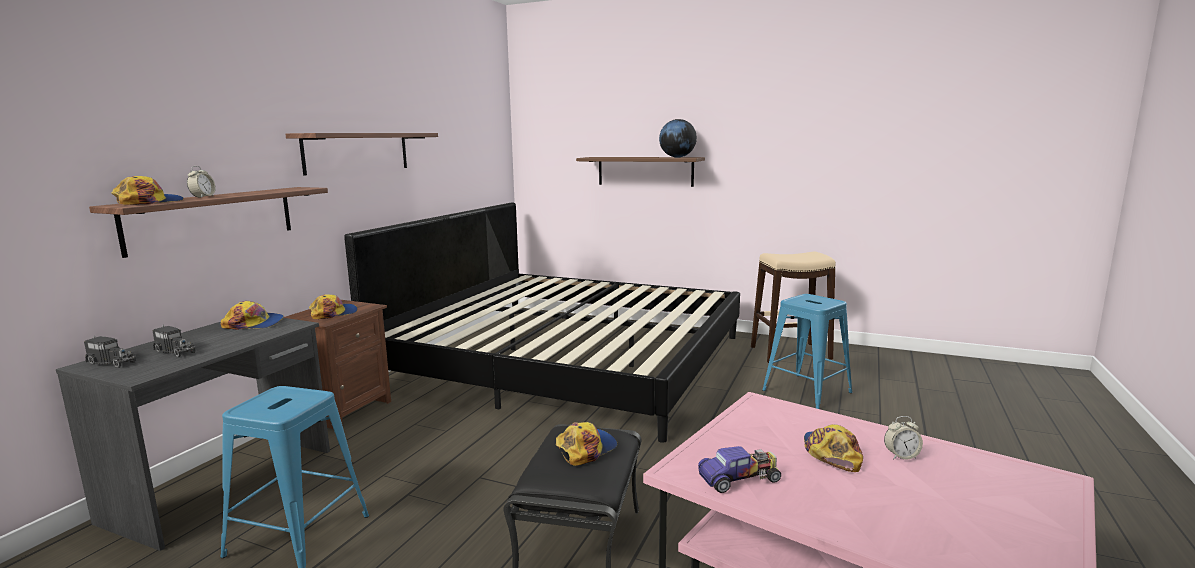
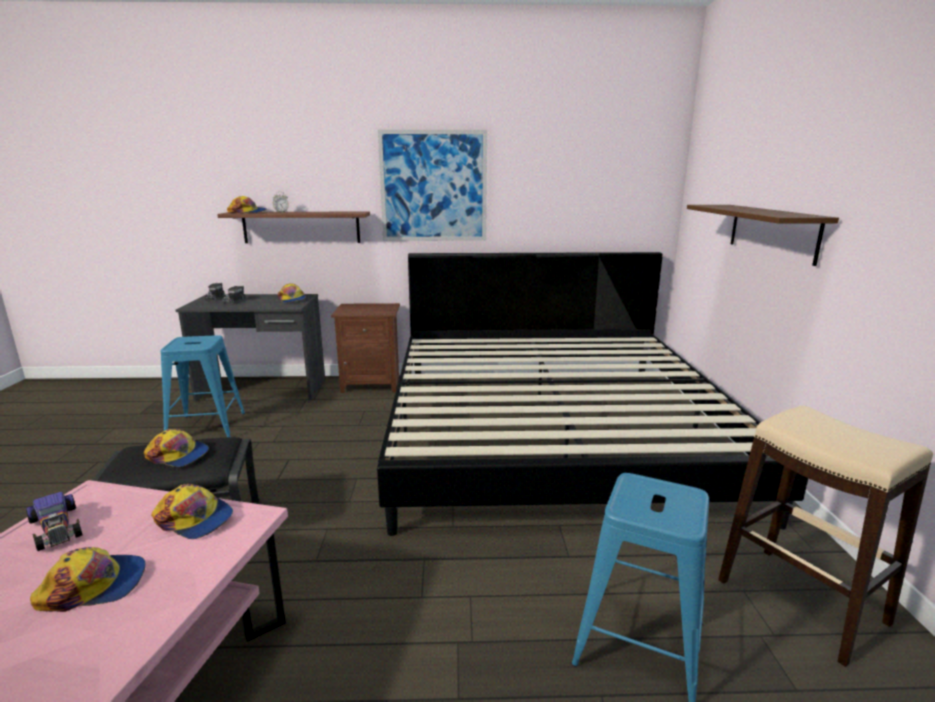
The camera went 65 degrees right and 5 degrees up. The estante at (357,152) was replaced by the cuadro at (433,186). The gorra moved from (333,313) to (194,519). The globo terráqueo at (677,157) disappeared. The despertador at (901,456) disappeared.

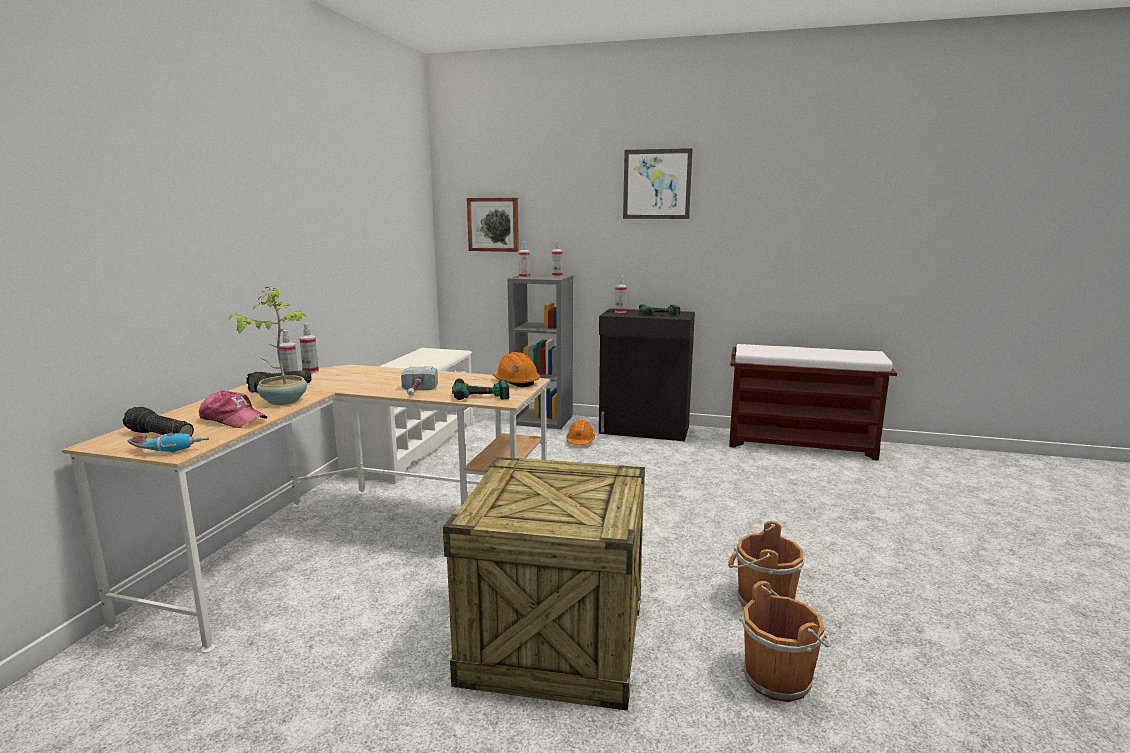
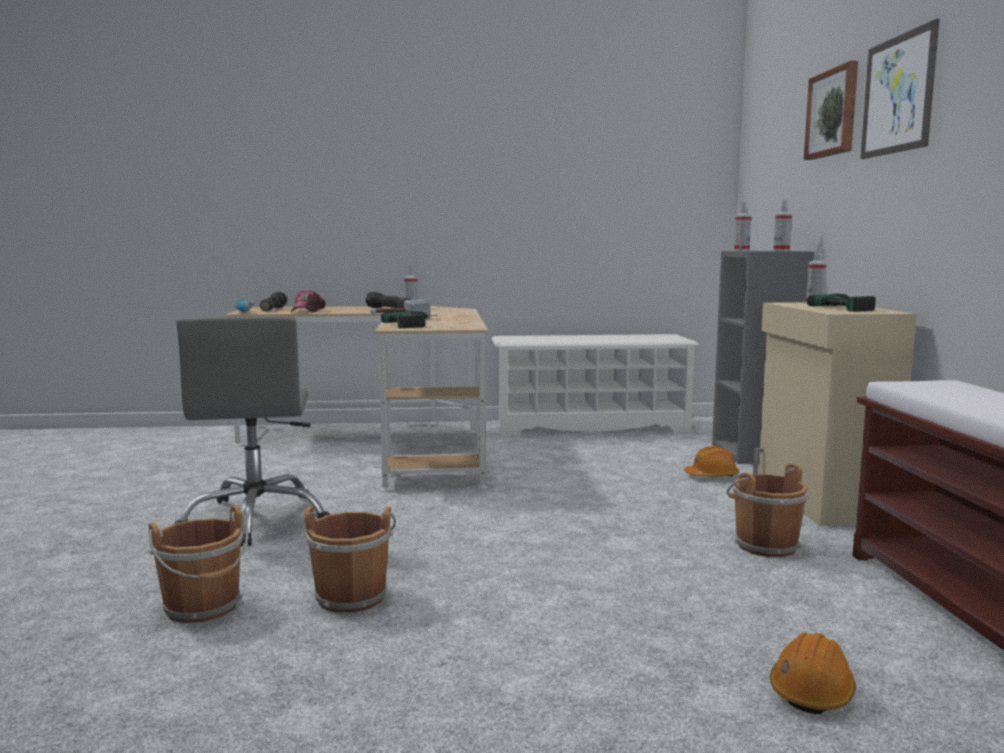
The camera went 70 degrees right and 5 degrees down. The planta en maceta at (283,401) disappeared. The pulverizador at (310,371) disappeared. The caja de embalaje at (556,641) was replaced by the silla de oficina [gris] at (257,518). The cuadro moved from (493,224) to (833,113). The casco [naranja] moved from (516,382) to (812,691). The armario [negro] at (644,430) became the armario [beis] at (819,500). The cubo [marrón] at (763,545) appeared.

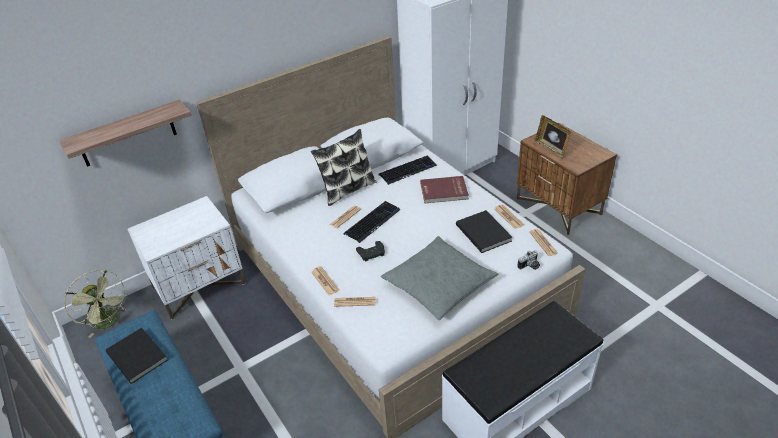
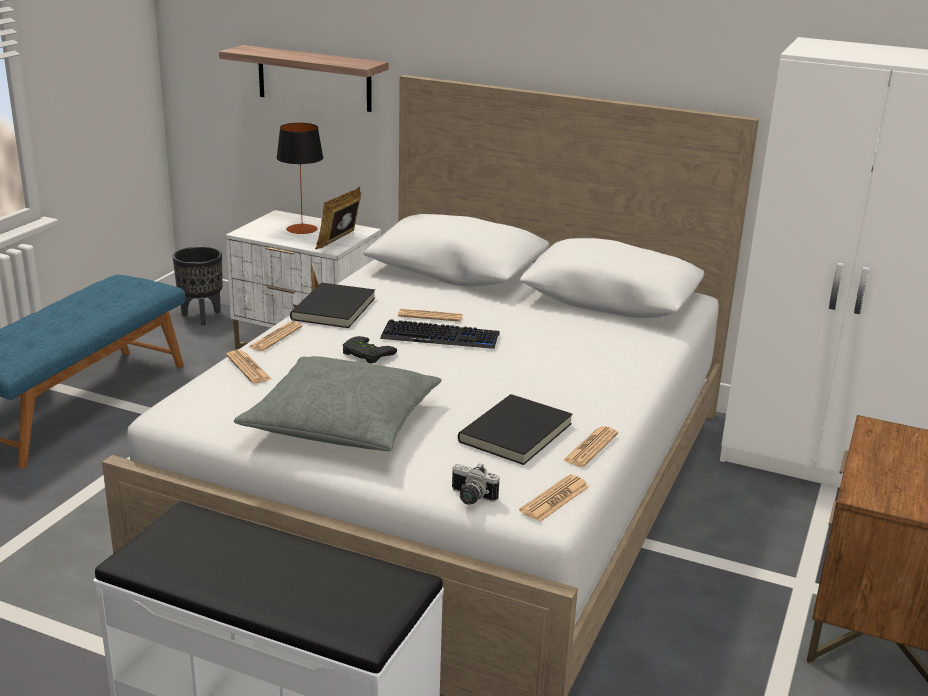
The camera went 55 degrees right and 15 degrees down. The ventilador [verde] at (109,322) was replaced by the maceta [negro] at (202,317). The libro [negro] moved from (138,356) to (335,309). The cojín at (347,189) disappeared. The teclado at (407,170) disappeared. The libro [rojo] at (444,191) disappeared. The portarretratos moved from (551,149) to (340,242). The lámpara de mesa at (302,229) appeared.

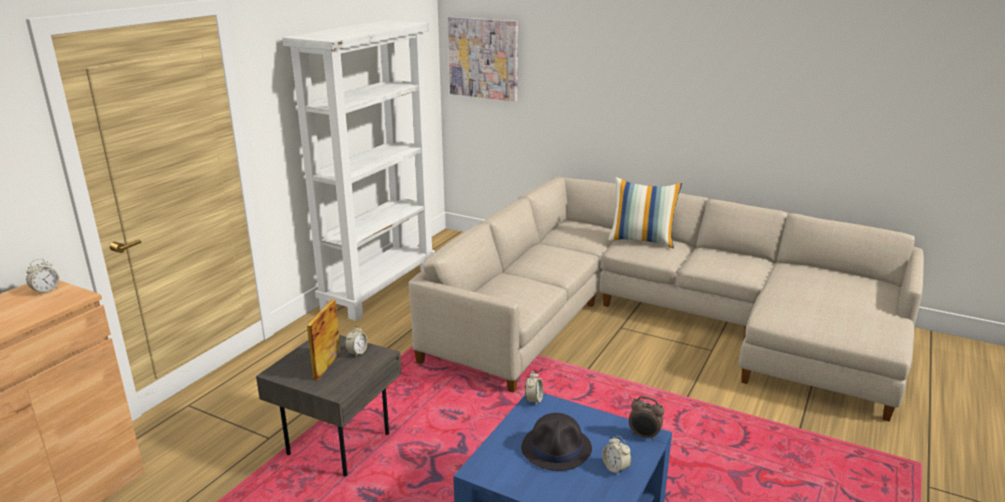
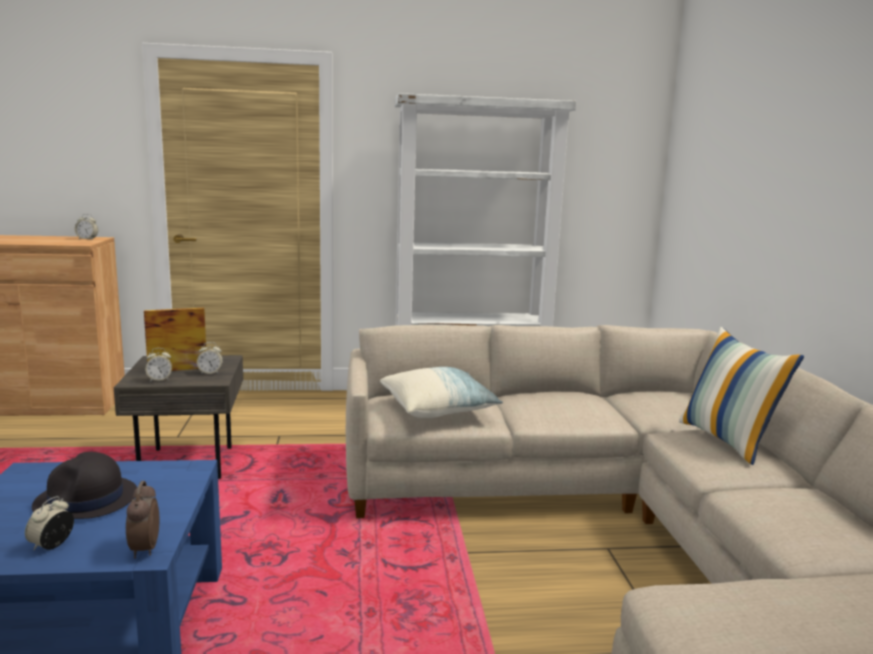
The camera went 55 degrees right and 10 degrees down. The cuadro at (483,58) disappeared. The despertador moved from (534,400) to (159,380). The cojín at (439,409) appeared.

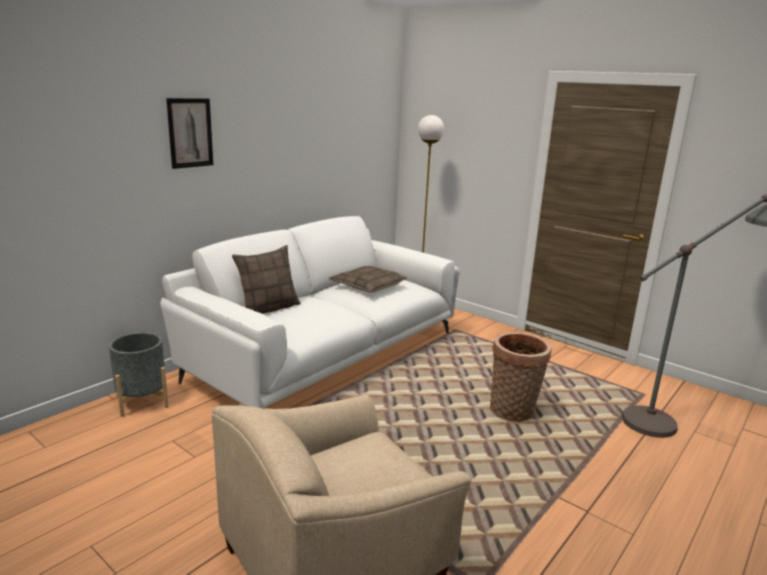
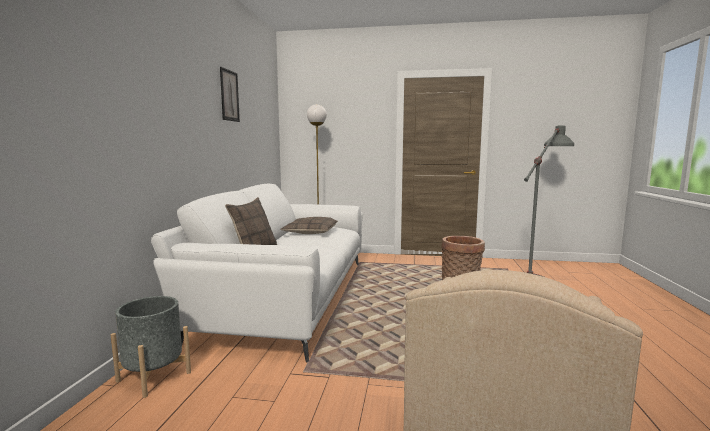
The camera went 30 degrees left and 10 degrees down. The cuadro moved from (190,133) to (229,95).

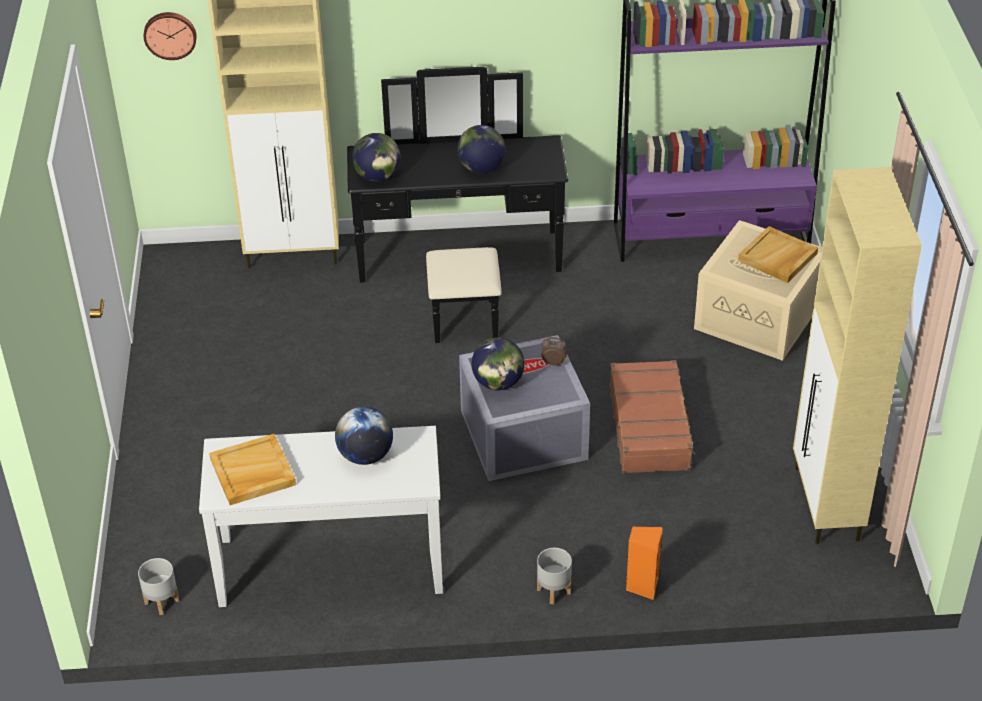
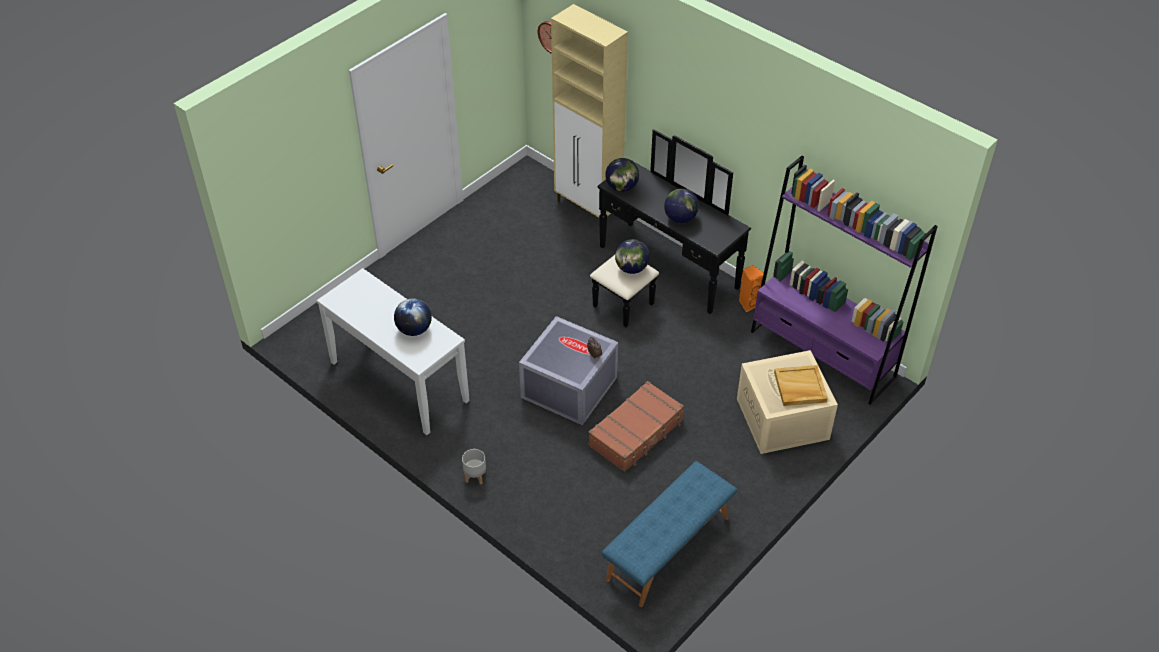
The camera went 45 degrees right and 5 degrees up. The maceta [gris] at (161,601) disappeared. The bandeja [beis] at (252,473) disappeared. The globo terráqueo moved from (498,383) to (631,268). The altavoz [naranja] moved from (642,585) to (749,303). The armario [beis] at (826,504) was replaced by the banco [azul] at (668,549).

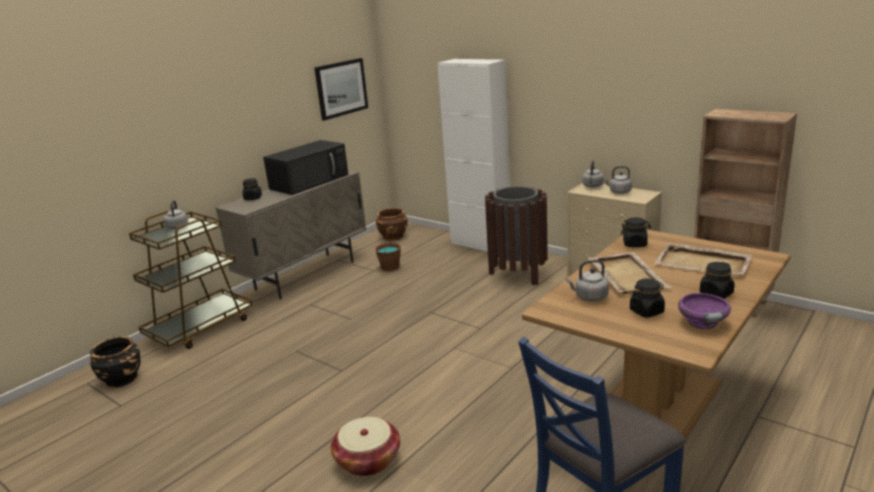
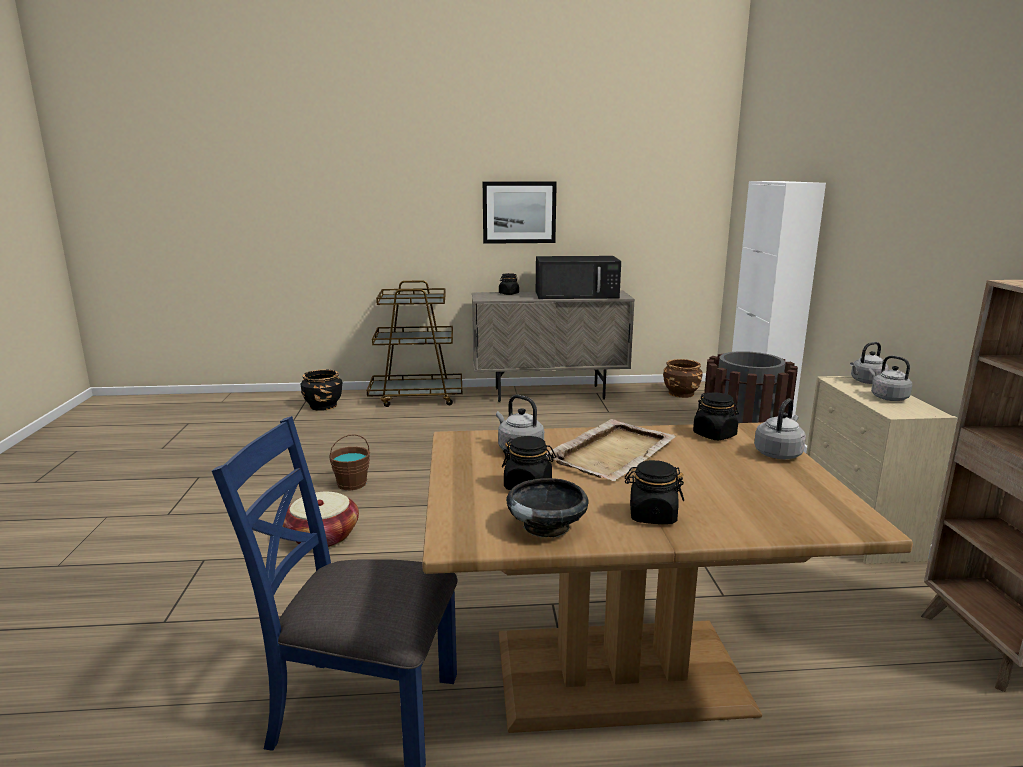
The camera went 45 degrees right and 5 degrees down. The hervidor [gris] moved from (178,227) to (779,453). The cuadro moved from (341,88) to (519,212). The cubo [marrón] moved from (390,267) to (352,483). The bandeja [beis] at (703,263) disappeared. The cuenco [morado] at (702,322) became the cuenco [negro] at (547,526).

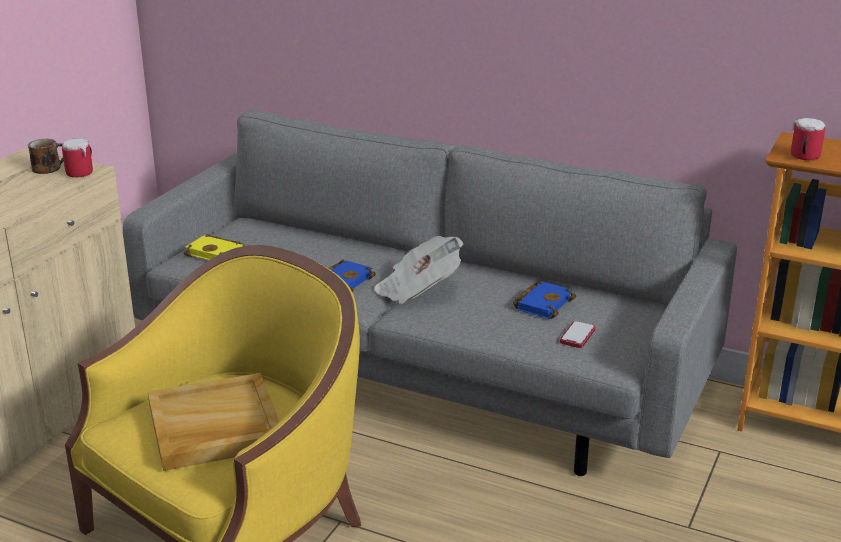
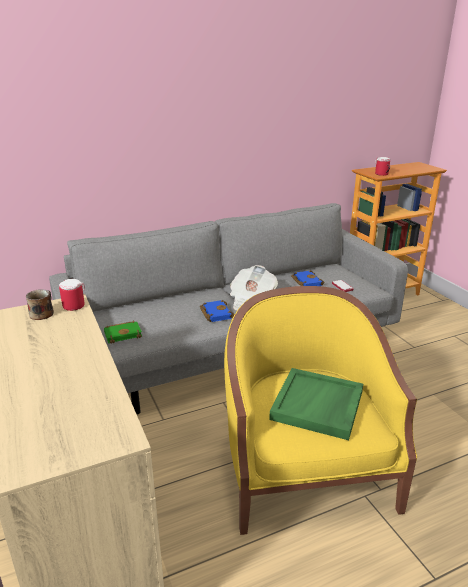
The camera went 50 degrees left and 0 degrees up. The bandeja [beis] at (214,426) became the bandeja [verde] at (318,406). The libro [amarillo] at (217,253) became the libro [verde] at (123,334).

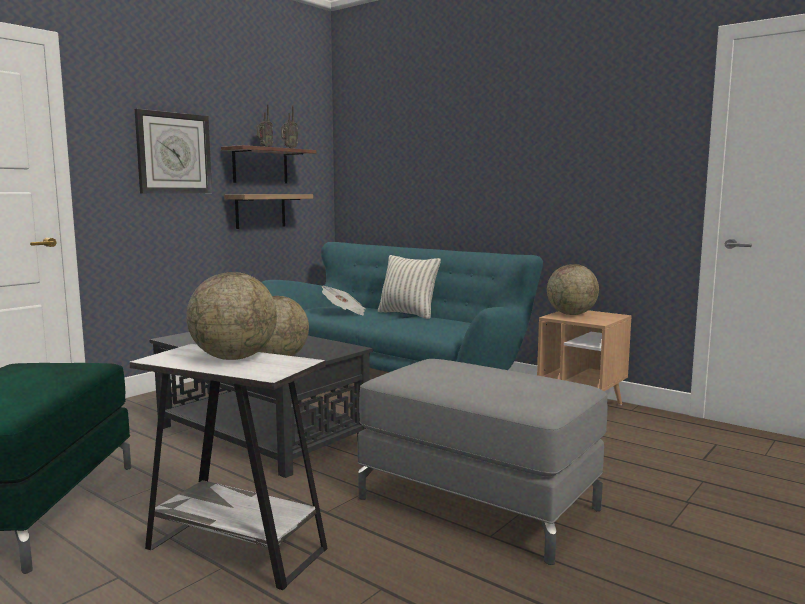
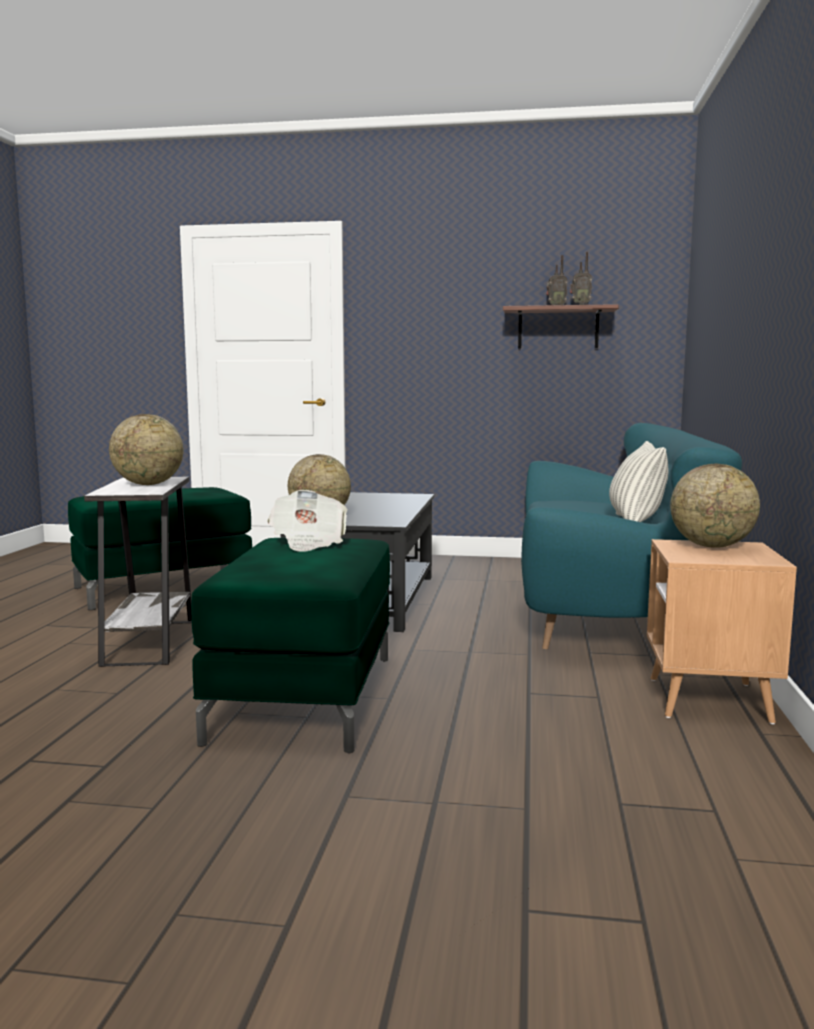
The camera went 60 degrees right and 0 degrees up. The reloj de pared at (174,153) disappeared. The estante at (260,211) disappeared. The periódico moved from (344,313) to (308,543). The puf [gris] at (479,503) became the puf [verde] at (305,697).

